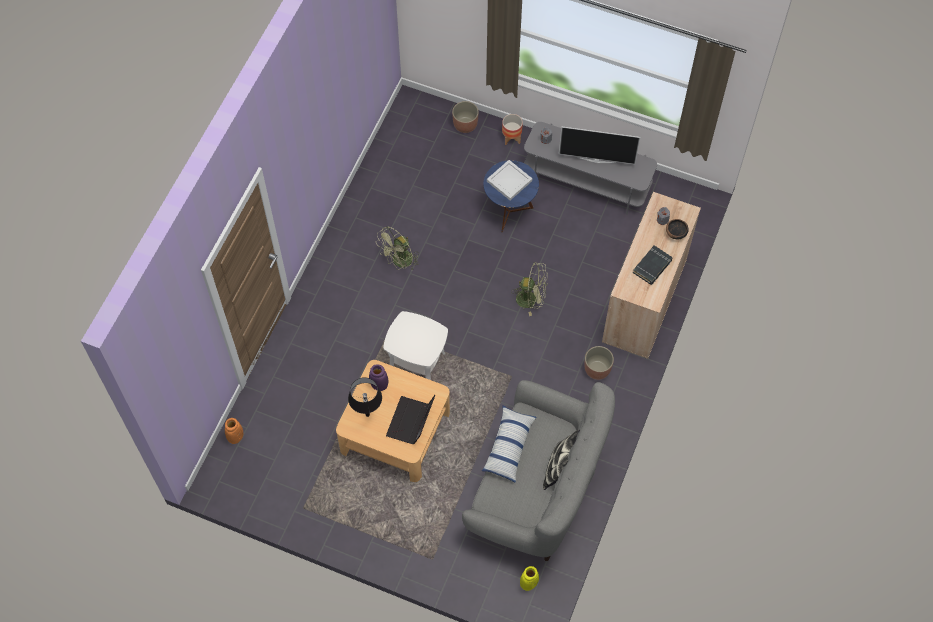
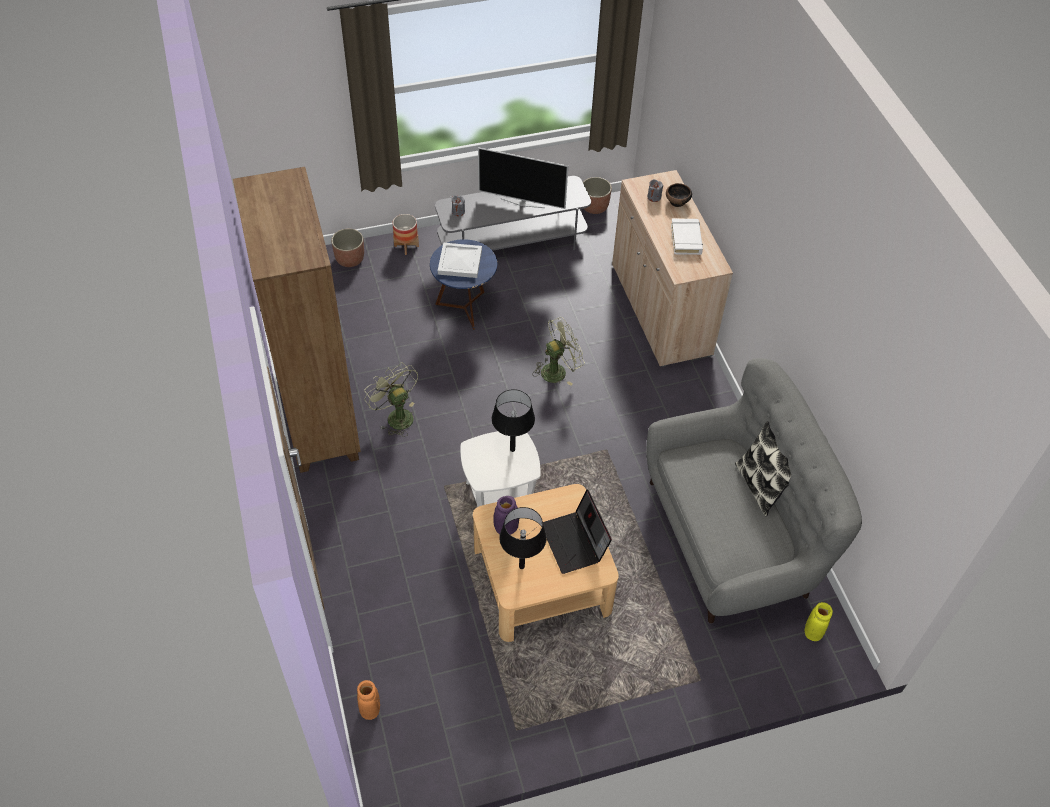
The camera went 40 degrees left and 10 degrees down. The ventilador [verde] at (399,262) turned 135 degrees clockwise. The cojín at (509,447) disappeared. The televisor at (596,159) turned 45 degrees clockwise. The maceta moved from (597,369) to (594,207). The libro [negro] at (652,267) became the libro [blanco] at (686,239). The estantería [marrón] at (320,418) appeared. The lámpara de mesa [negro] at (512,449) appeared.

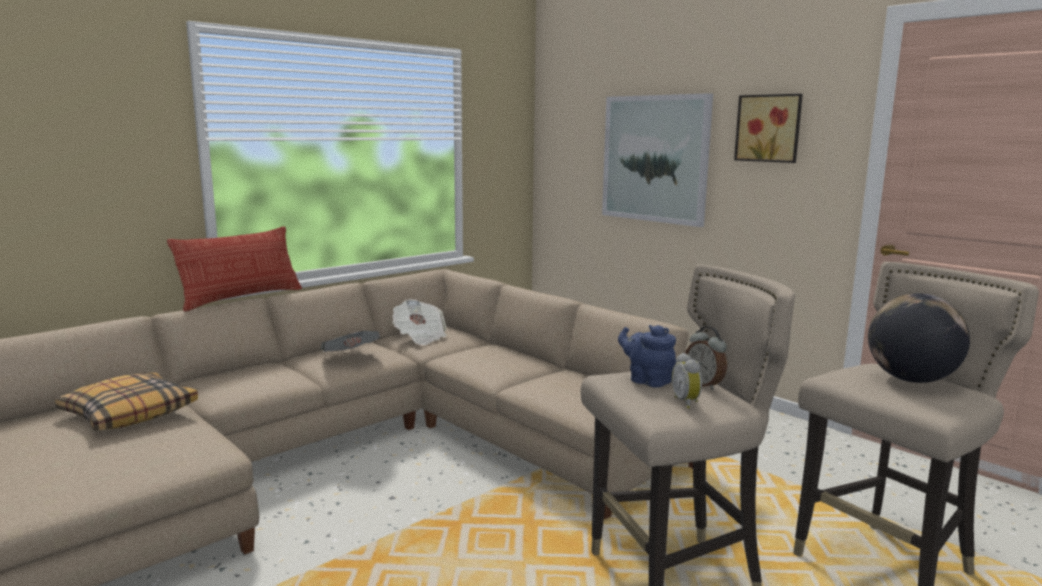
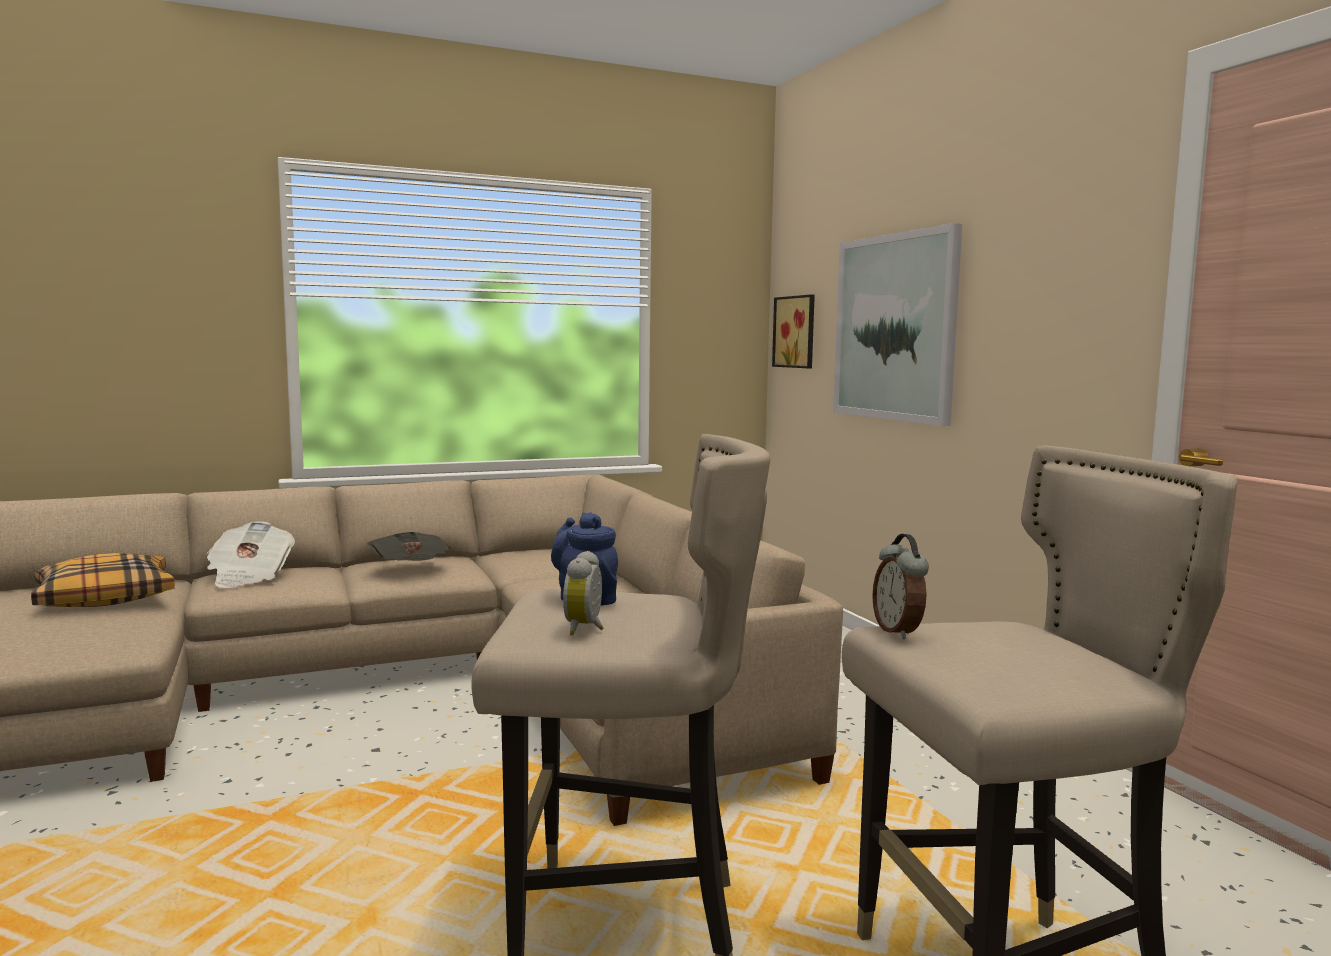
The camera went 20 degrees right and 5 degrees down. The cojín at (241,298) disappeared. The periódico moved from (420,337) to (249,577). The despertador moved from (704,384) to (899,631). The cuadro moved from (769,128) to (797,332). The globo terráqueo at (911,380) disappeared.

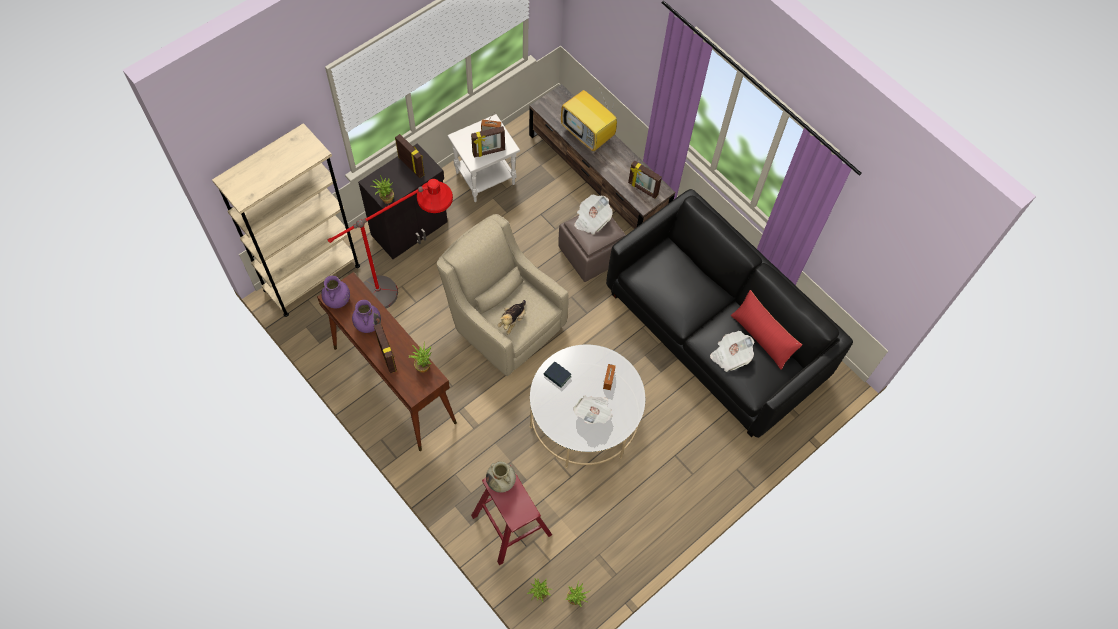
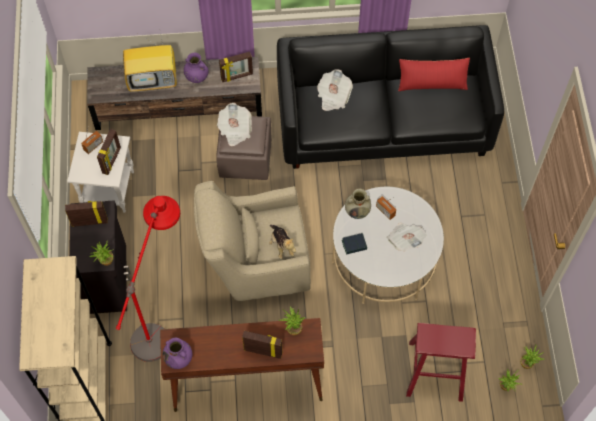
The camera went 50 degrees left and 0 degrees up. The florero [morado] moved from (368,324) to (196,77). The florero [beis] moved from (501,482) to (357,211). The periódico moved from (730,355) to (333,96).

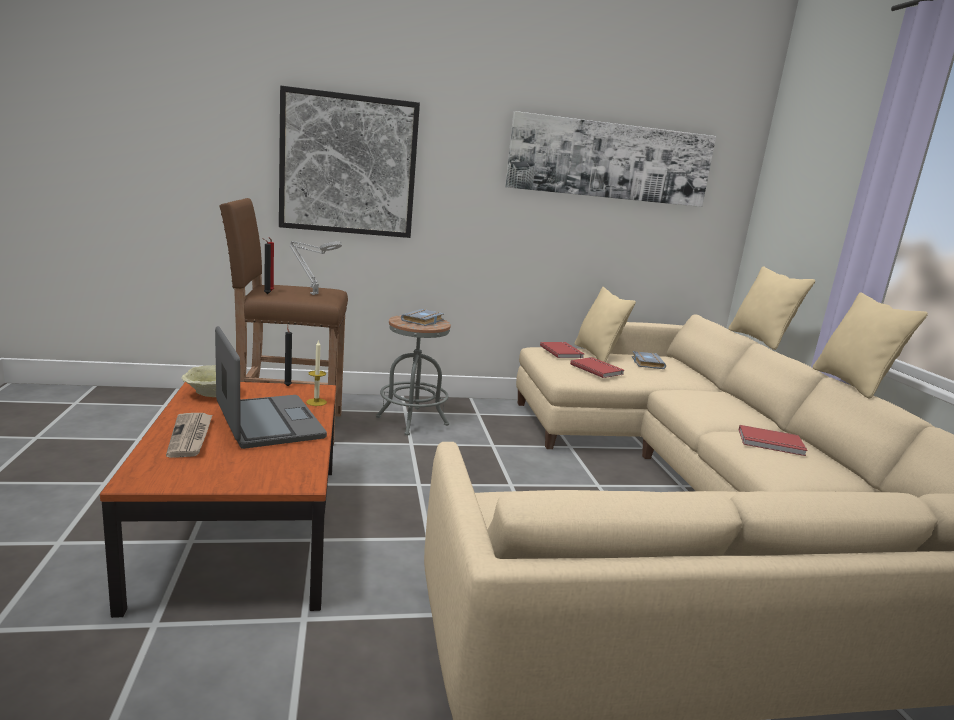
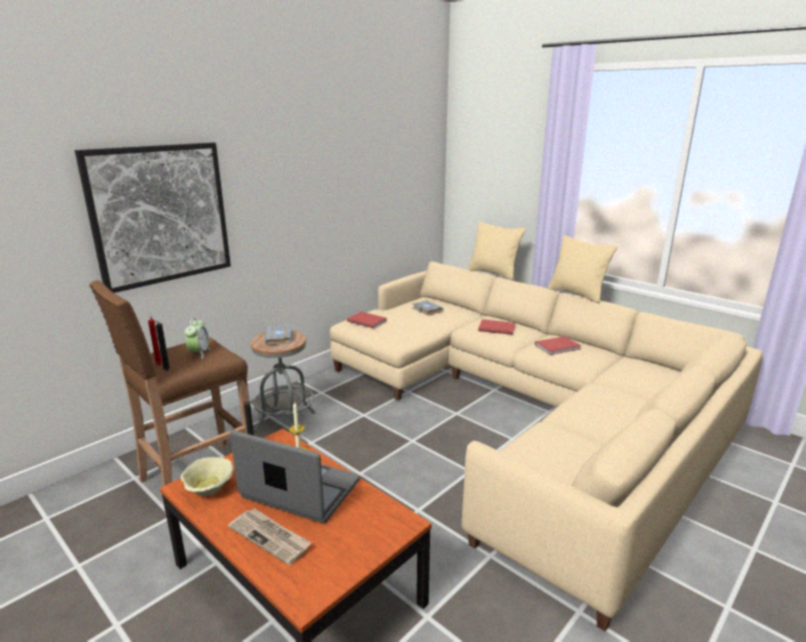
The camera went 35 degrees left and 5 degrees up. The lámpara de mesa [gris] at (312,294) was replaced by the despertador at (199,353). The cuadro at (610,161) disappeared. The libro [rojo] moved from (597,369) to (496,328). The cojín [beis] at (597,354) disappeared.

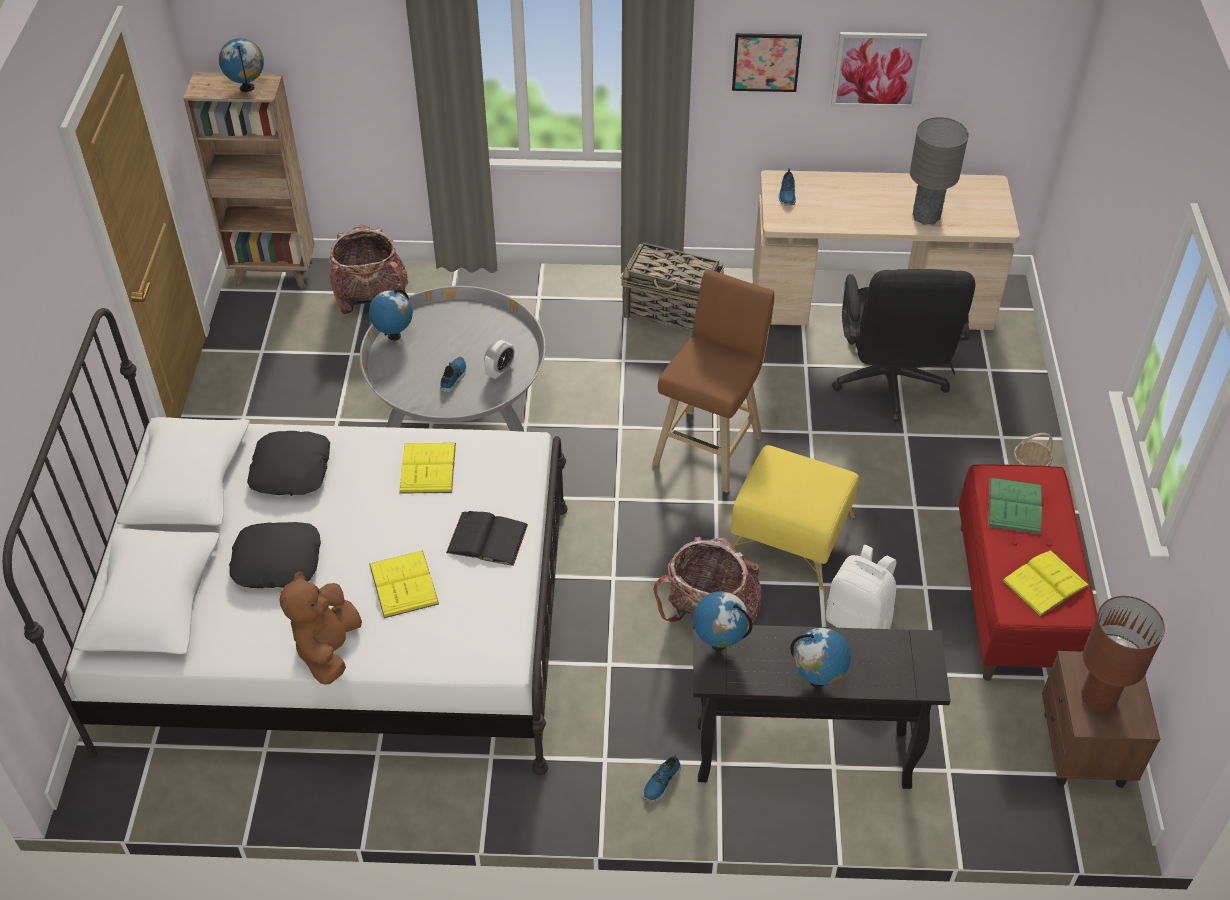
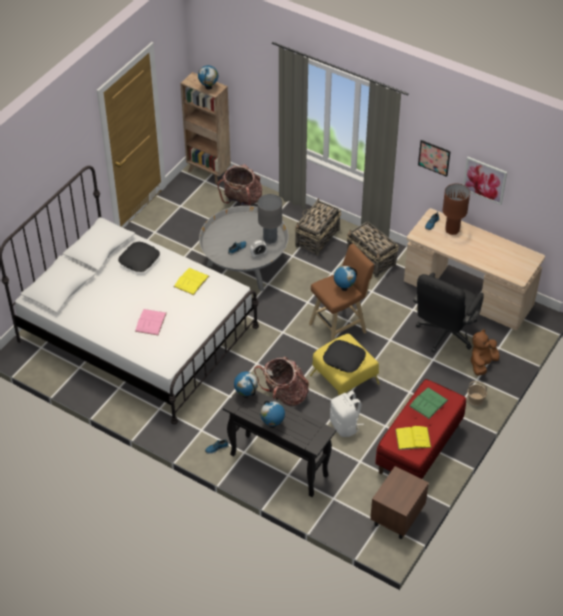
The camera went 30 degrees right and 0 degrees up. The cojín [negro] moved from (277,561) to (344,359). The peluche [marrón] moved from (328,649) to (482,364). The globo terráqueo moved from (394,335) to (344,288). The libro [amarillo] at (403,584) became the libro [rosa] at (150,322). The libro [negro] at (487,538) disappeared. The lámpara de mesa [gris] moved from (926,216) to (270,239). The lámpara de mesa [marrón] moved from (1098,697) to (452,230). The cesta at (317,238) appeared.

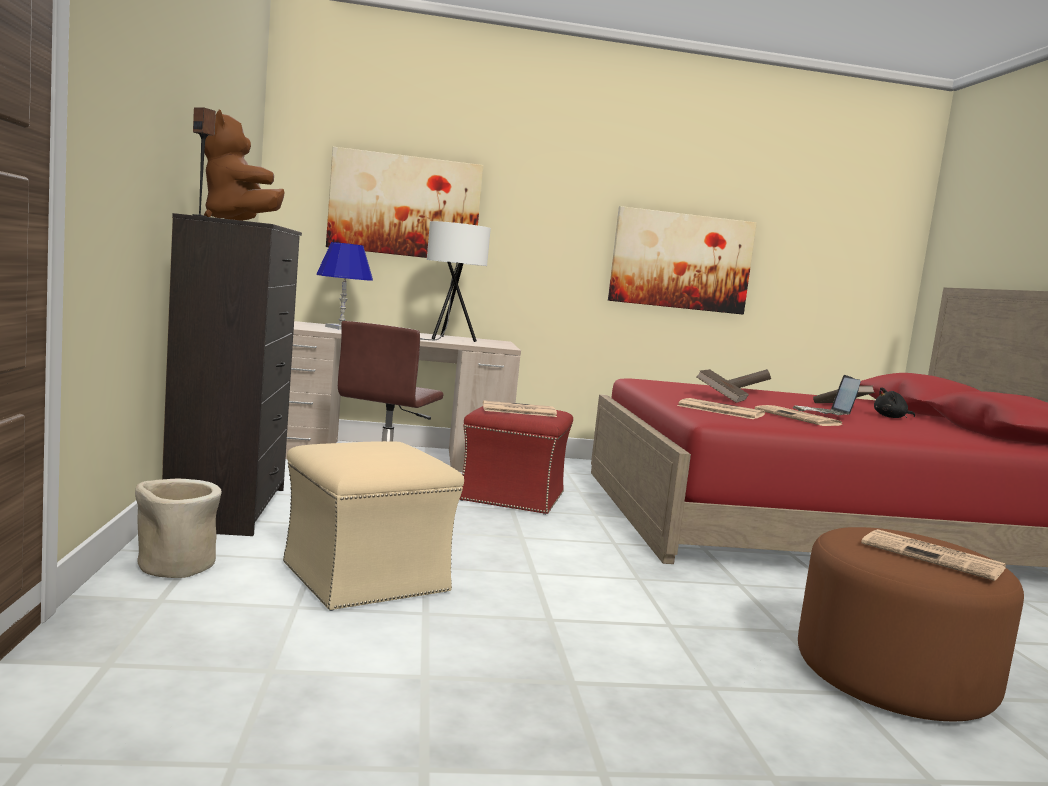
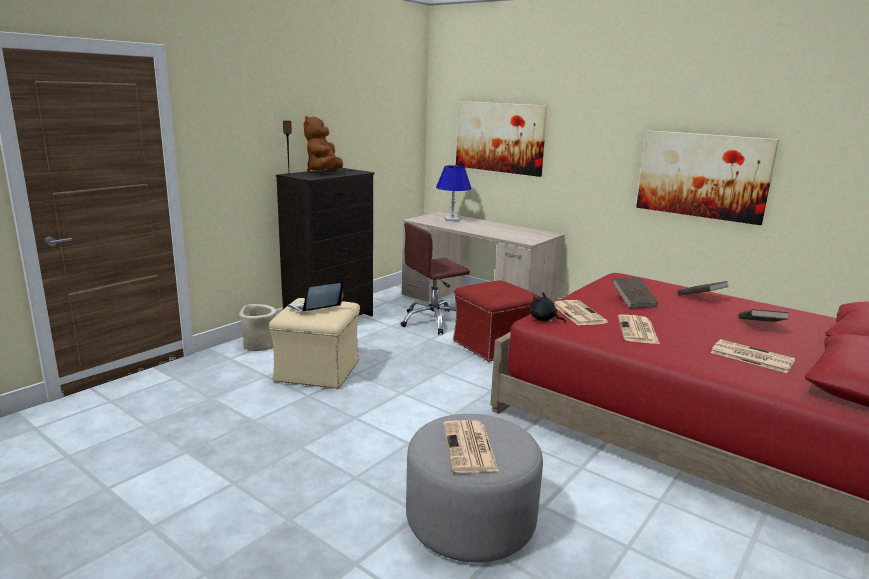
The camera went 45 degrees right and 10 degrees up. The lámpara de mesa [blanco] at (447,340) disappeared. The periódico moved from (518,410) to (750,356). The portátil moved from (824,414) to (314,308). The puf [marrón] at (893,678) became the puf [gris] at (470,521). The peluche [negro] moved from (891,417) to (544,320).

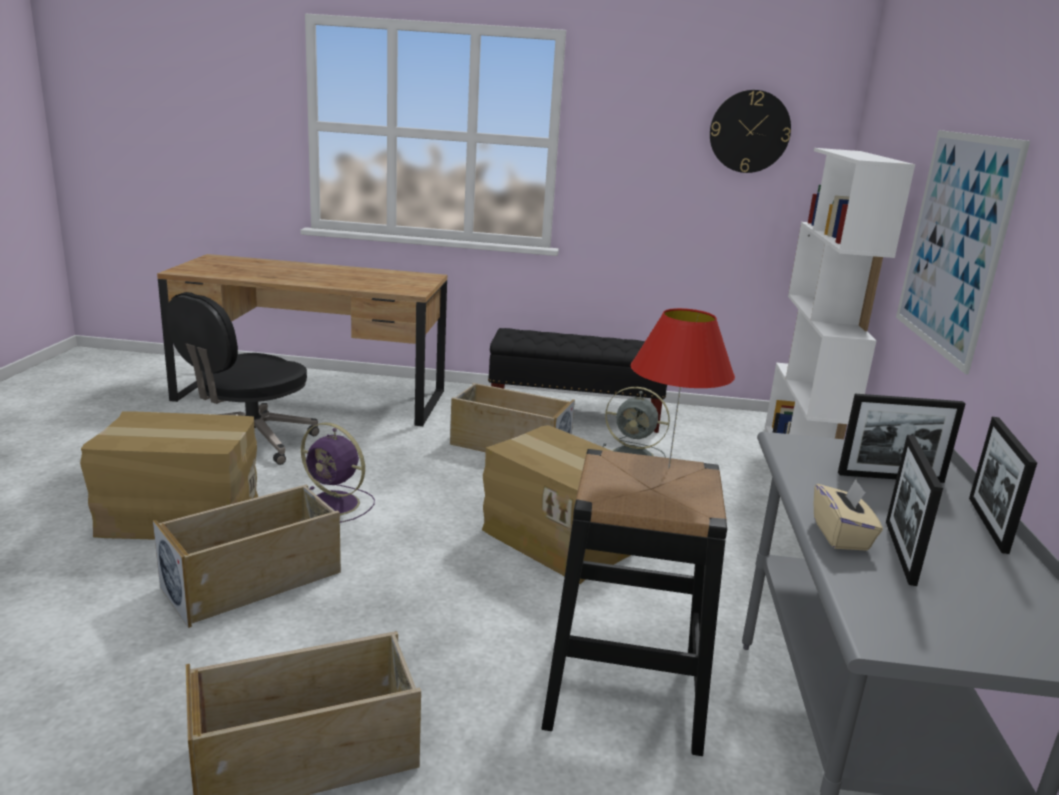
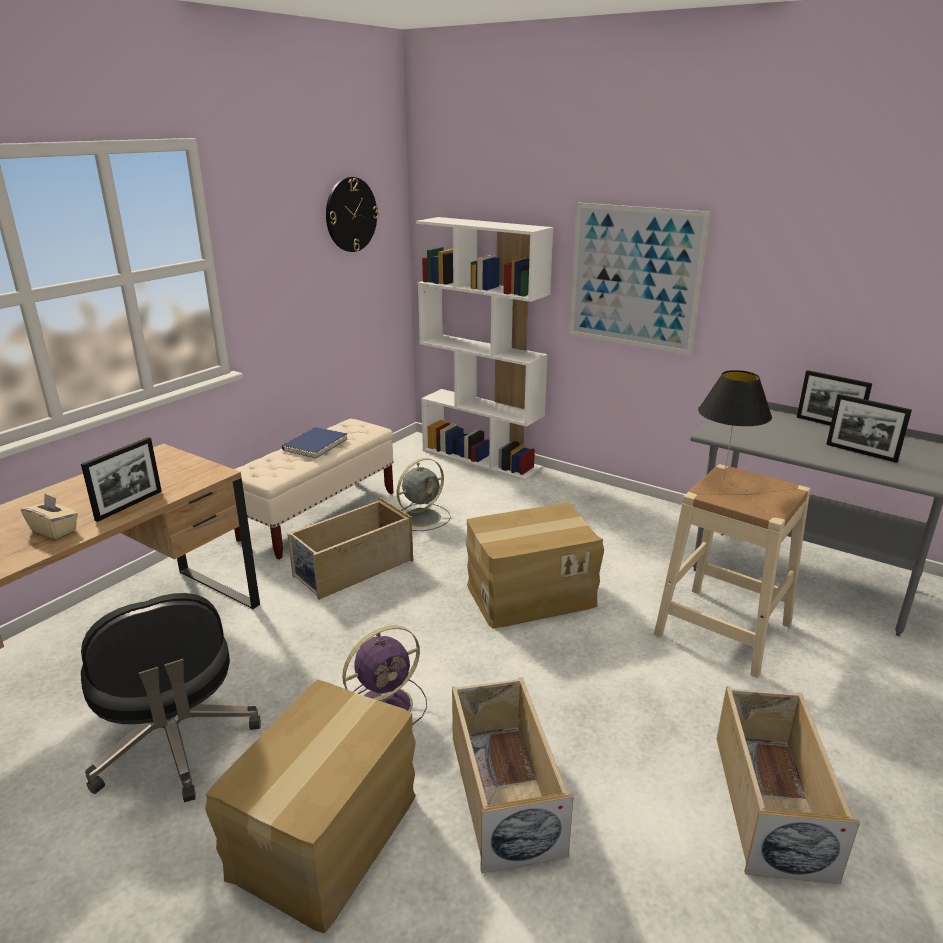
The camera went 60 degrees left and 5 degrees up. The banco [negro] at (575,414) became the banco [beis] at (319,516). The taburete [negro] at (624,688) became the taburete [beis] at (723,629). The lámpara de mesa [rojo] at (669,468) became the lámpara de mesa [negro] at (723,479). The caja de pañuelos [beis] moved from (841,535) to (54,530). The portarretratos moved from (890,477) to (129,505). The libro [azul] at (315,445) appeared.

